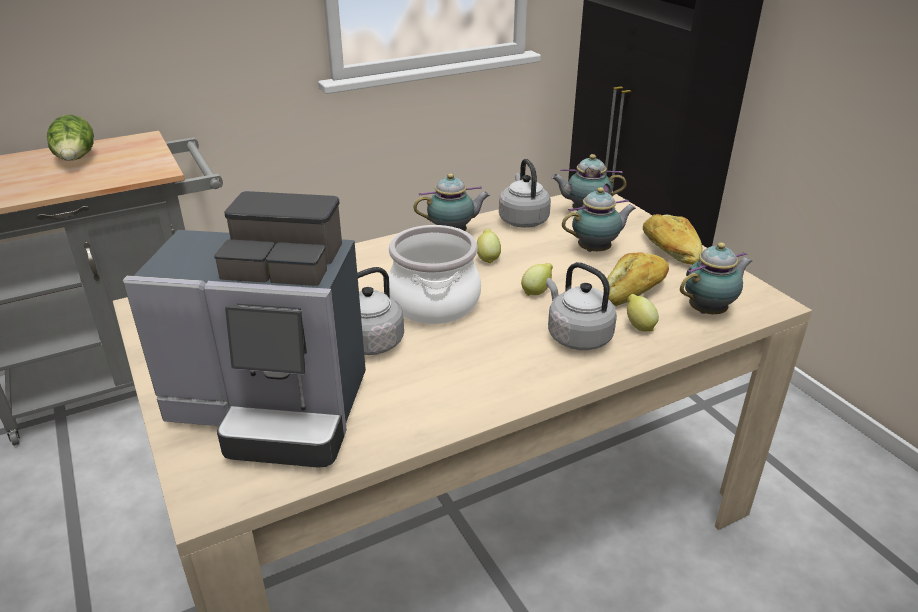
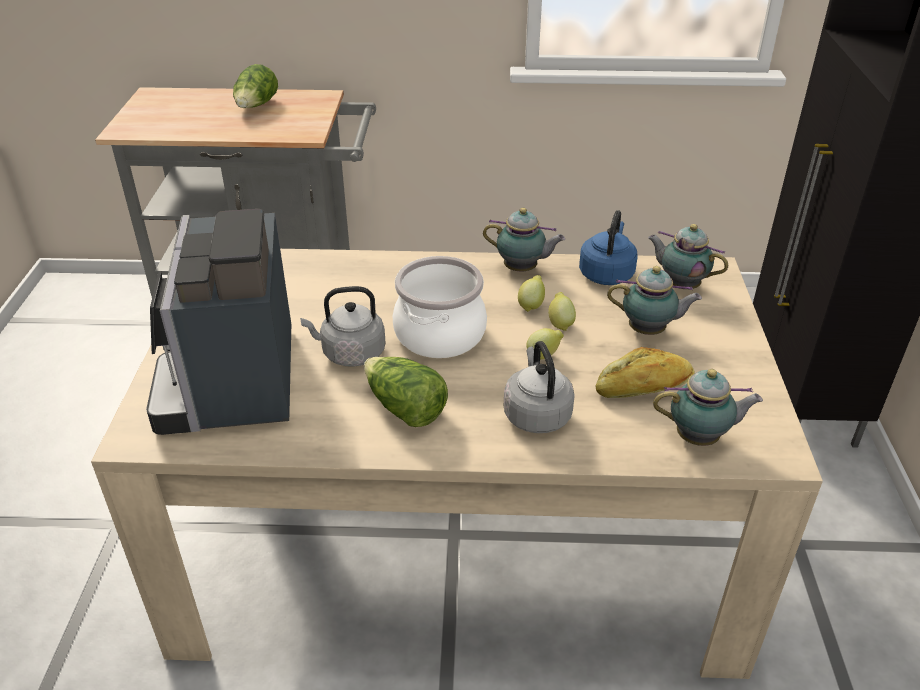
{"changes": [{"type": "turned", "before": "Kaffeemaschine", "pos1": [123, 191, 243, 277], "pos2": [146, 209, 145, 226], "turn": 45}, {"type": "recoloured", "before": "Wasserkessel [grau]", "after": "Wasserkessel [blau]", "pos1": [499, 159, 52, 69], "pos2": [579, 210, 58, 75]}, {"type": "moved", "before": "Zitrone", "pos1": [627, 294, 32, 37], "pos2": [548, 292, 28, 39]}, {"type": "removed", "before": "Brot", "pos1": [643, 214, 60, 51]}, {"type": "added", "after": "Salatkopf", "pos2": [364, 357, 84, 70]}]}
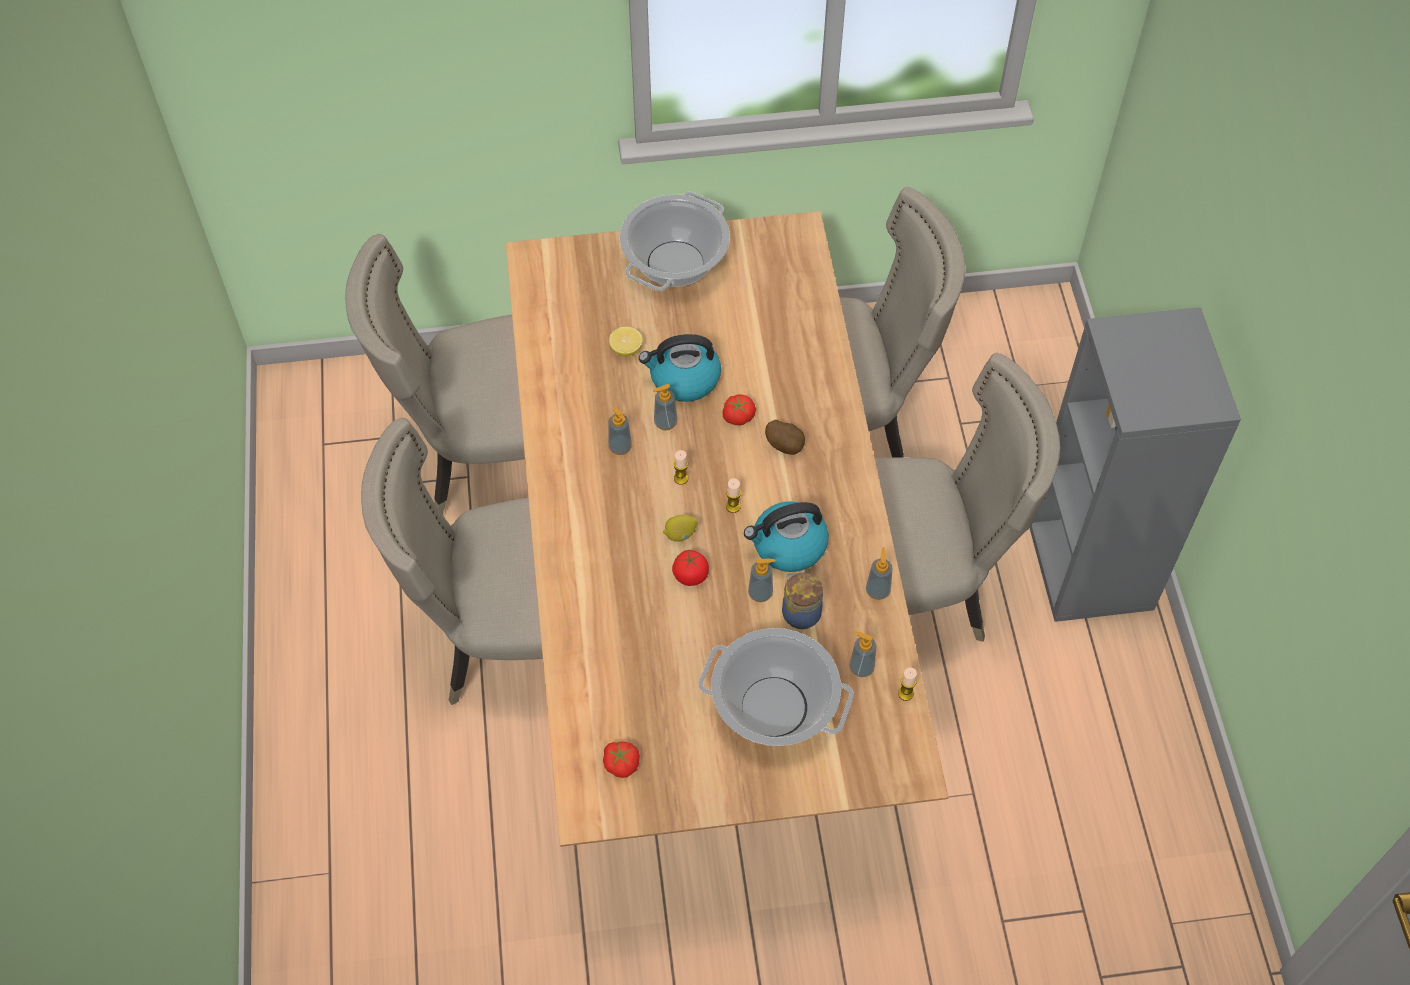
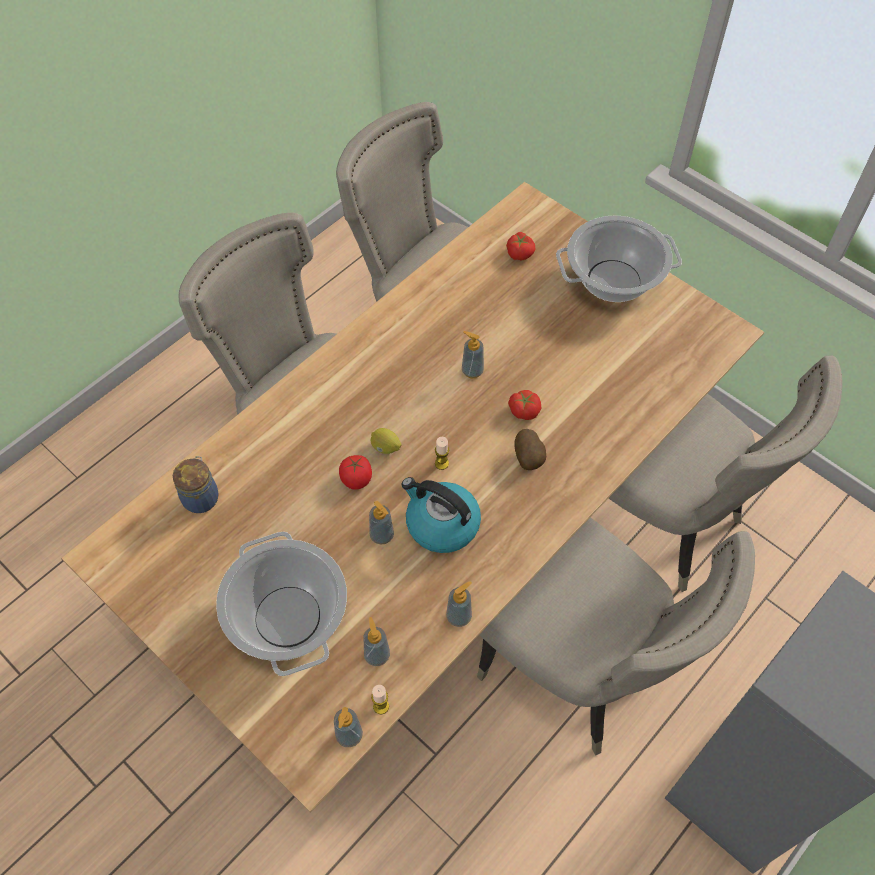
{"changes": [{"type": "moved", "before": "Tomate", "pos1": [603, 742, 37, 36], "pos2": [506, 232, 30, 29]}, {"type": "moved", "before": "Seifenspender", "pos1": [608, 408, 24, 47], "pos2": [334, 707, 29, 40]}, {"type": "removed", "before": "Zitrone", "pos1": [609, 327, 34, 30]}, {"type": "removed", "before": "Wasserkessel", "pos1": [639, 334, 82, 68]}, {"type": "removed", "before": "Kerze", "pos1": [673, 450, 15, 35]}, {"type": "moved", "before": "Vorratsglas", "pos1": [782, 572, 41, 57], "pos2": [173, 456, 46, 57]}]}
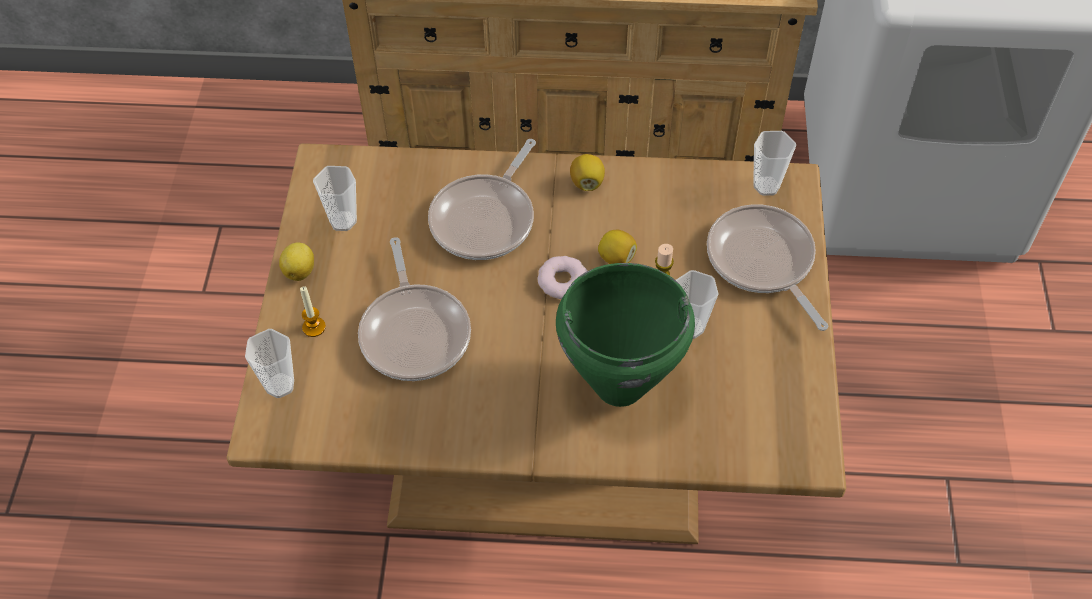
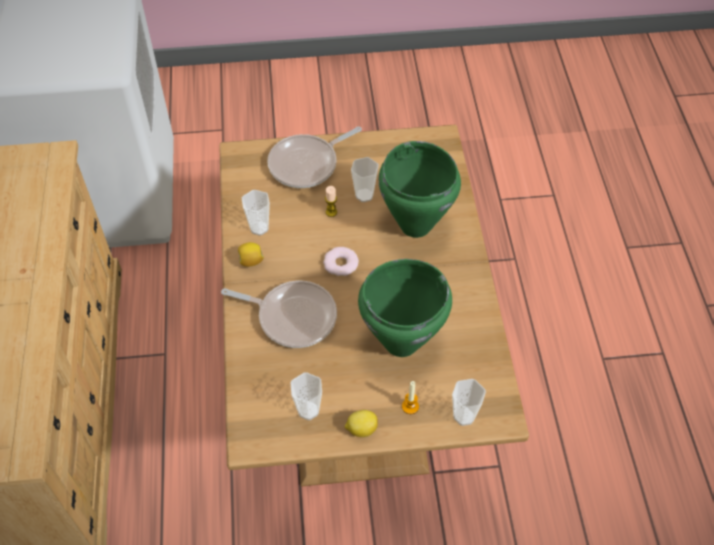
{"changes": [{"type": "replaced", "before": "Pfanne", "after": "Kochtopf [grün]", "pos1": [358, 237, 113, 144], "pos2": [358, 259, 94, 98]}, {"type": "removed", "before": "Zitrone", "pos1": [598, 230, 39, 34]}, {"type": "moved", "before": "Tasse", "pos1": [753, 131, 43, 65], "pos2": [242, 190, 28, 46]}]}
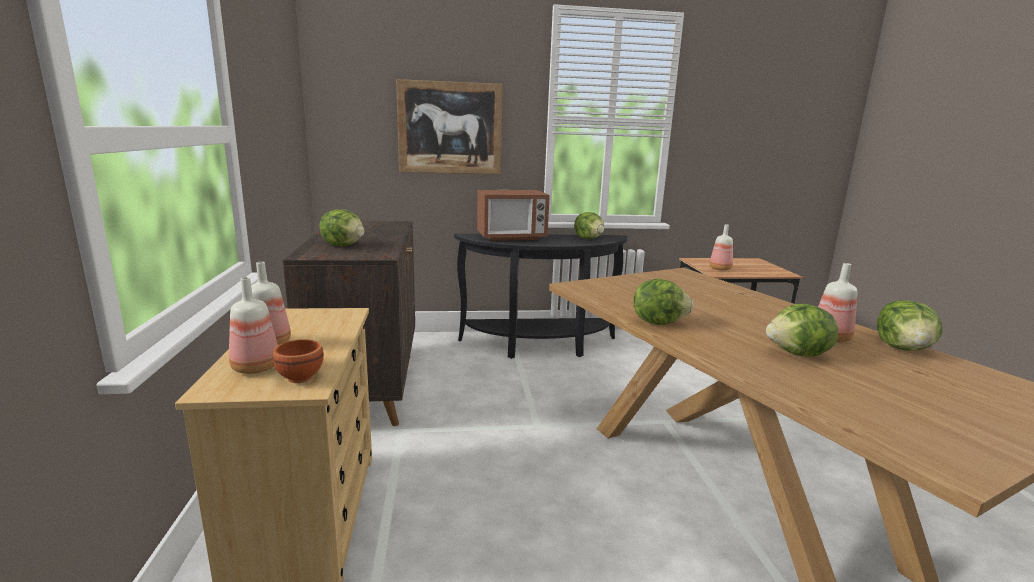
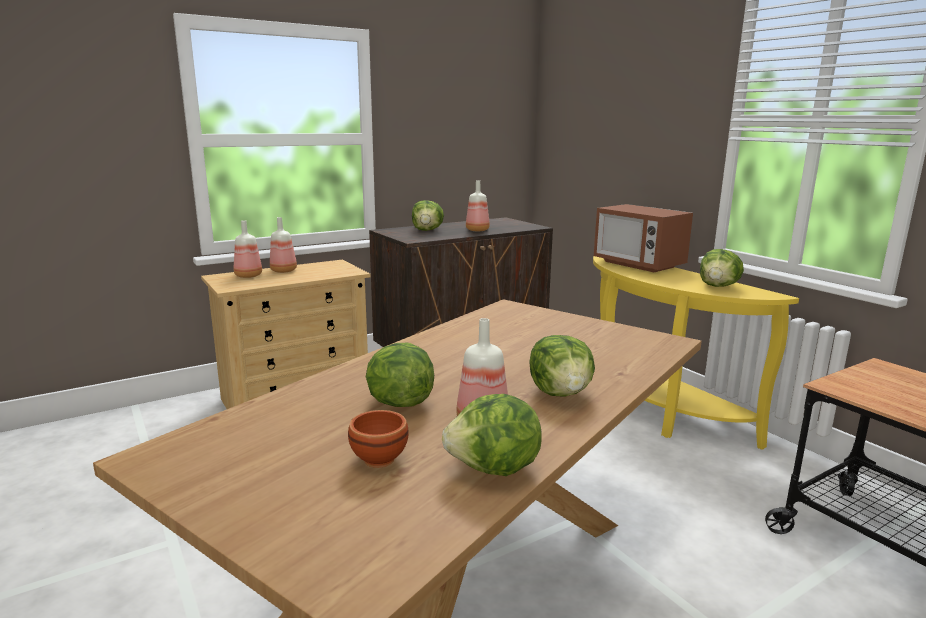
{"changes": [{"type": "moved", "before": "Schüssel [braun]", "pos1": [272, 339, 52, 44], "pos2": [348, 410, 61, 58]}, {"type": "removed", "before": "Bild", "pos1": [396, 79, 107, 96]}, {"type": "recoloured", "before": "Konsolentisch [schwarz]", "after": "Konsolentisch [gelb]", "pos1": [454, 234, 174, 125], "pos2": [593, 256, 206, 193]}, {"type": "moved", "before": "Salatkopf", "pos1": [633, 279, 61, 46], "pos2": [529, 335, 66, 62]}, {"type": "moved", "before": "Flasche", "pos1": [709, 224, 24, 47], "pos2": [466, 180, 24, 51]}]}
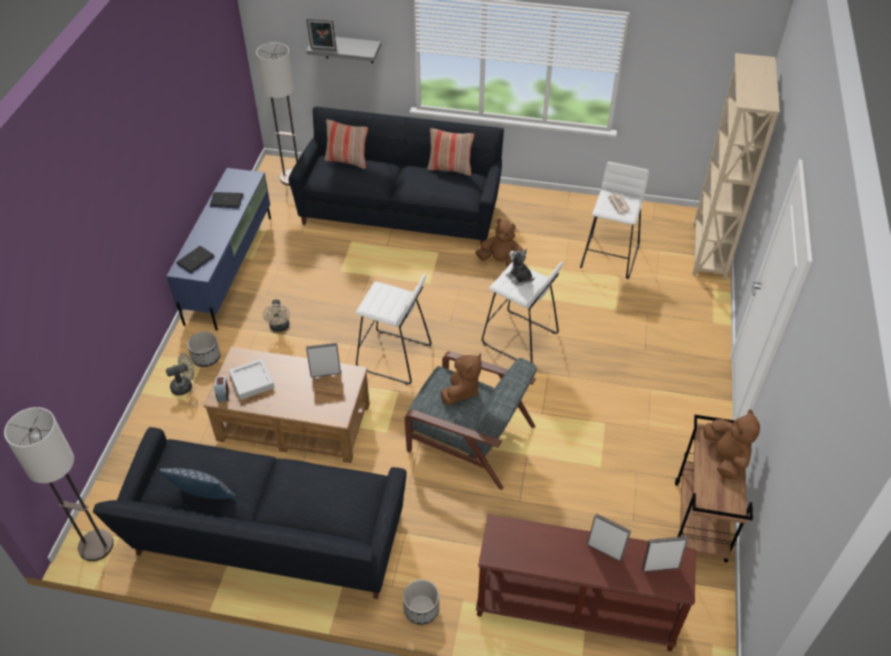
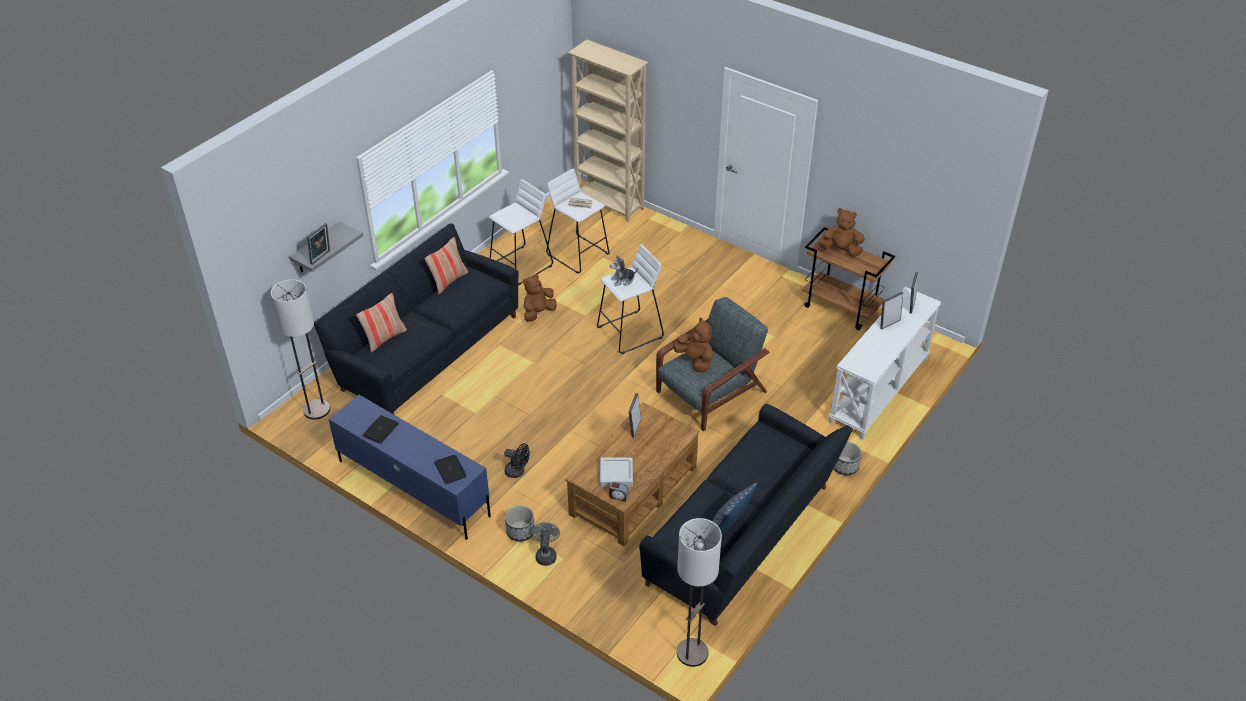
{"changes": [{"type": "recoloured", "before": "Ventilator [beige]", "after": "Ventilator [schwarz]", "pos1": [263, 299, 27, 33], "pos2": [504, 443, 26, 35]}, {"type": "moved", "before": "Hocker [weiß]", "pos1": [355, 275, 76, 110], "pos2": [489, 179, 64, 106]}, {"type": "recoloured", "before": "Konsolentisch [braun]", "after": "Konsolentisch [weiß]", "pos1": [476, 514, 220, 137], "pos2": [829, 287, 112, 153]}]}
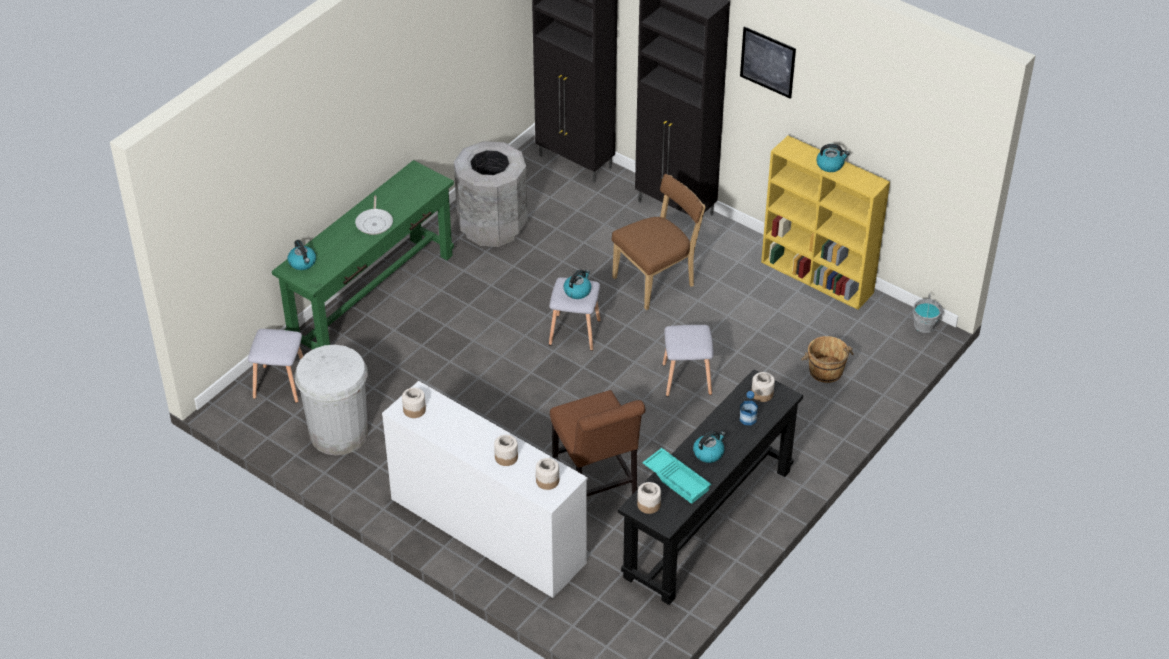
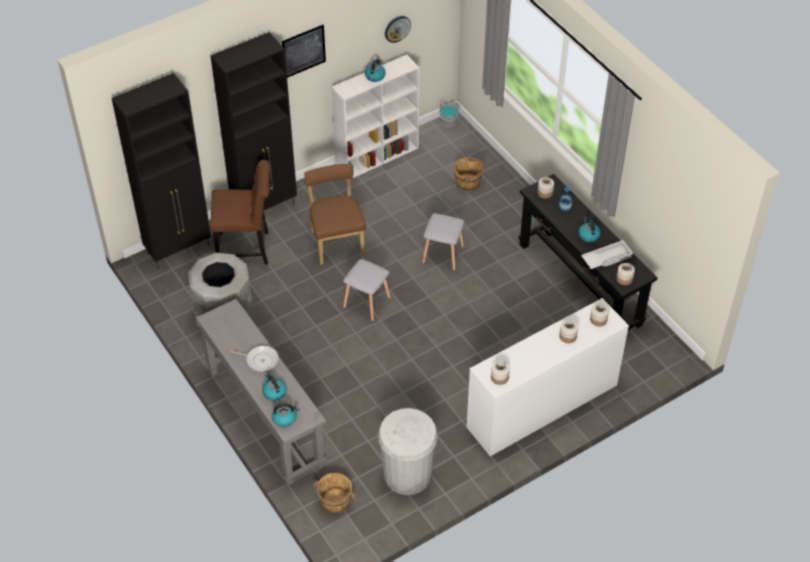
{"changes": [{"type": "replaced", "before": "Hocker [grau]", "after": "Eimer [braun]", "pos1": [248, 329, 55, 74], "pos2": [313, 473, 43, 41]}, {"type": "recoloured", "before": "Konsolentisch [grün]", "after": "Konsolentisch [grau]", "pos1": [272, 160, 182, 190], "pos2": [196, 299, 130, 187]}, {"type": "moved", "before": "Stuhl [braun]", "pos1": [550, 390, 95, 106], "pos2": [210, 160, 60, 105]}, {"type": "moved", "before": "Wasserkessel", "pos1": [563, 270, 28, 29], "pos2": [262, 373, 25, 28]}, {"type": "recoloured", "before": "Tablett [türkis]", "after": "Tablett [weiß]", "pos1": [642, 448, 69, 56], "pos2": [581, 240, 52, 29]}, {"type": "recoloured", "before": "Bücherregal [gelb]", "after": "Bücherregal [weiß]", "pos1": [761, 135, 129, 175], "pos2": [331, 55, 88, 125]}, {"type": "added", "after": "Wanduhr", "pos2": [385, 16, 26, 27]}]}
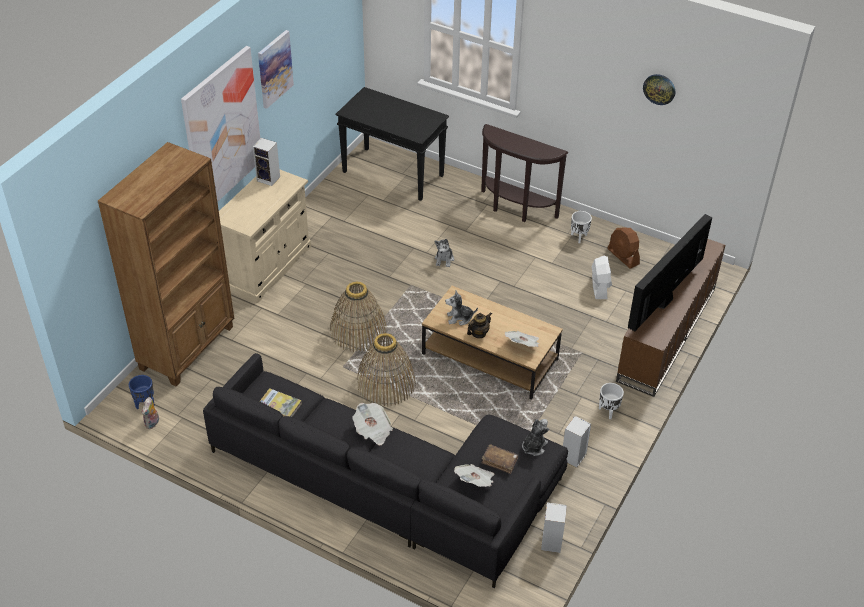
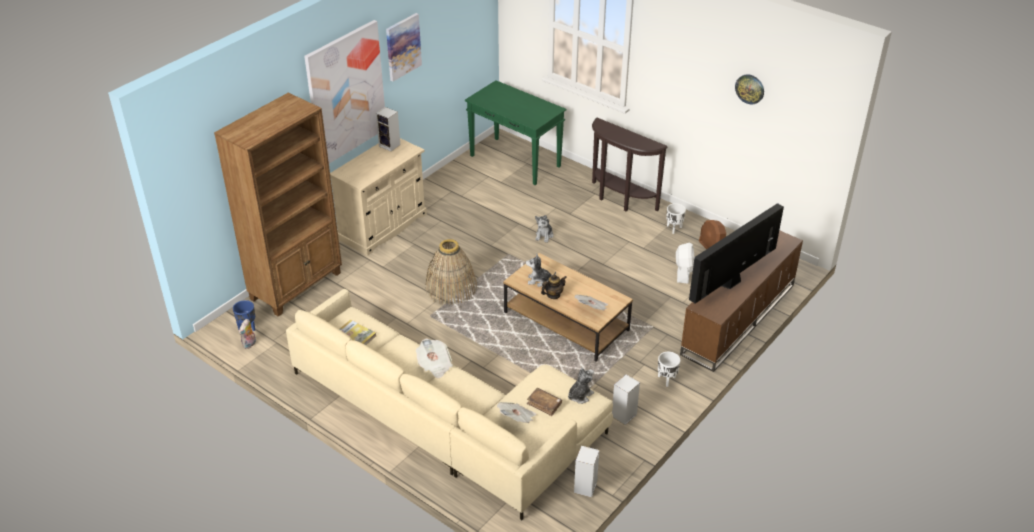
{"changes": [{"type": "recoloured", "before": "Sofa [schwarz]", "after": "Sofa [beige]", "pos1": [203, 353, 365, 235], "pos2": [286, 289, 327, 231]}, {"type": "recoloured", "before": "Konsolentisch [schwarz]", "after": "Konsolentisch [grün]", "pos1": [336, 87, 113, 114], "pos2": [465, 80, 101, 105]}, {"type": "removed", "before": "Korb", "pos1": [357, 333, 59, 73]}]}
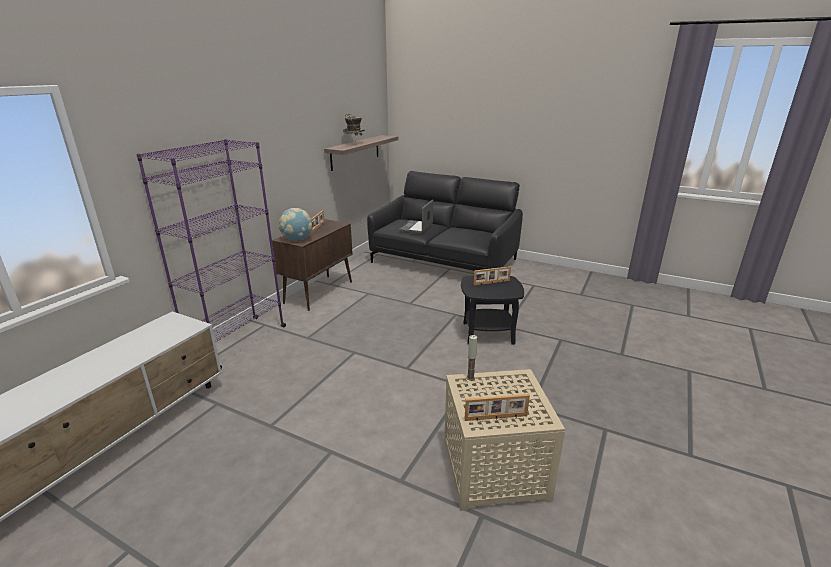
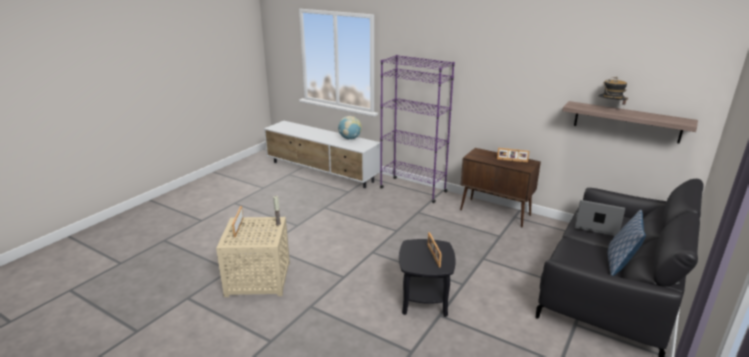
{"changes": [{"type": "moved", "before": "Globus", "pos1": [279, 208, 33, 34], "pos2": [338, 116, 24, 24]}, {"type": "added", "after": "Kissen", "pos2": [608, 210, 38, 66]}]}
